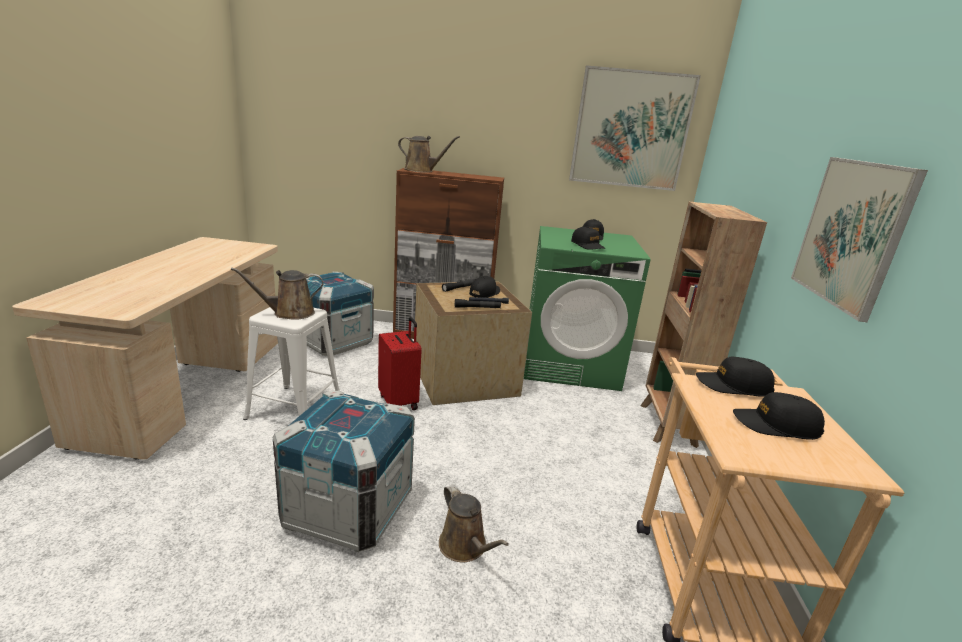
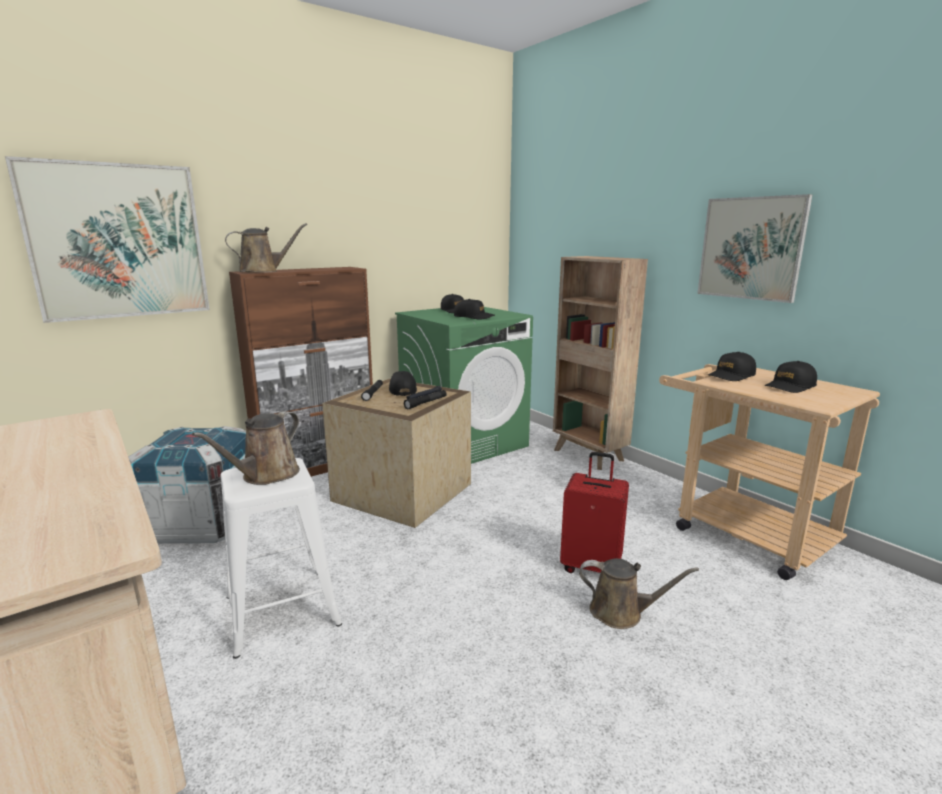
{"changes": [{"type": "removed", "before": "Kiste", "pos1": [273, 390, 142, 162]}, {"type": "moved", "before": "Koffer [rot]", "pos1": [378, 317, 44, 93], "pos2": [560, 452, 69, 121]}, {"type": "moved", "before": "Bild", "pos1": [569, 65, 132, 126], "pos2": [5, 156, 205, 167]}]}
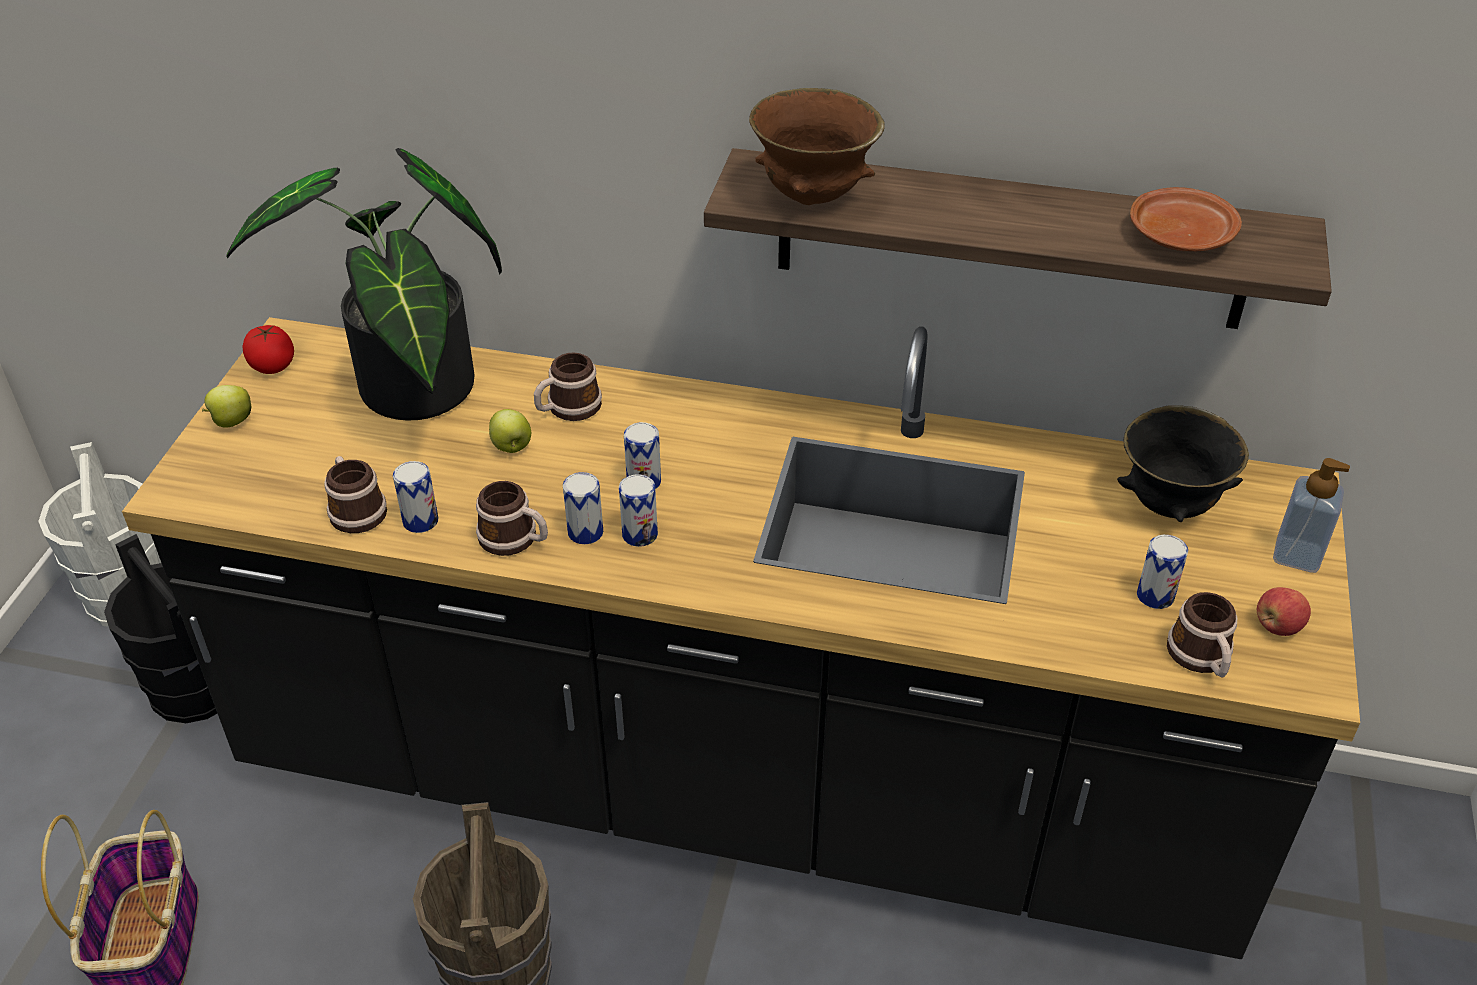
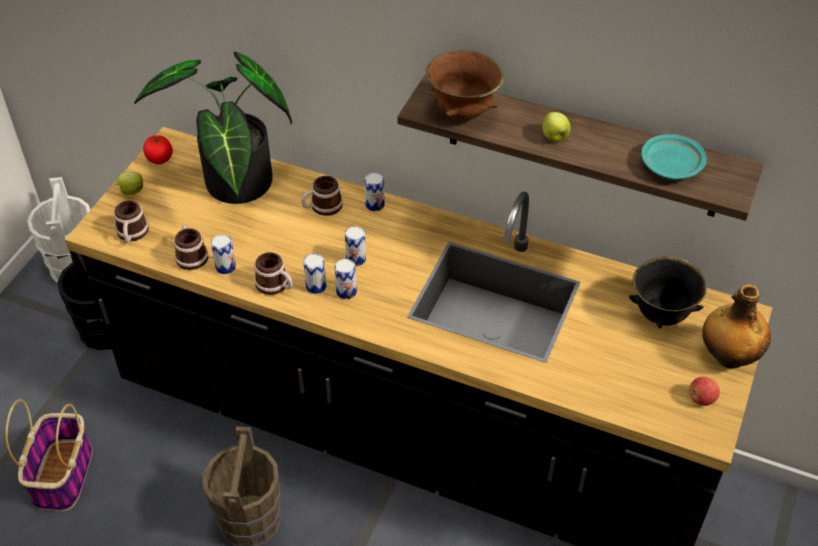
{"changes": [{"type": "moved", "before": "Apfel", "pos1": [489, 409, 42, 44], "pos2": [542, 112, 29, 30]}, {"type": "recoloured", "before": "Teller [braun]", "after": "Teller [türkis]", "pos1": [1130, 187, 112, 64], "pos2": [641, 134, 66, 45]}, {"type": "moved", "before": "Dose", "pos1": [1137, 535, 51, 74], "pos2": [364, 173, 21, 38]}, {"type": "moved", "before": "Henkelbecher", "pos1": [1167, 592, 71, 85], "pos2": [114, 200, 35, 43]}, {"type": "replaced", "before": "Seifenspender", "after": "Flasche", "pos1": [1273, 458, 77, 115], "pos2": [702, 284, 69, 85]}]}
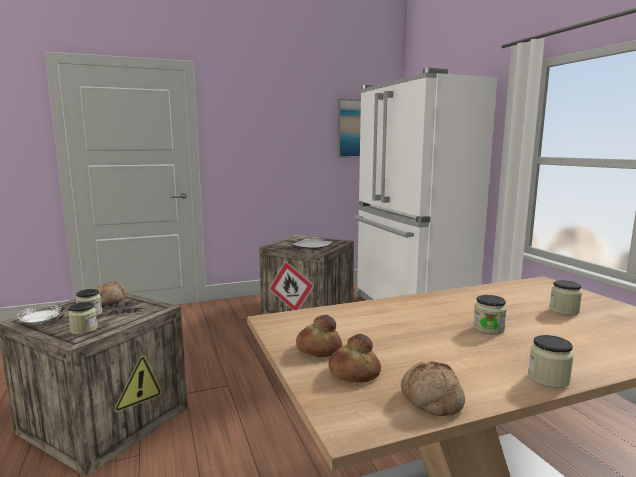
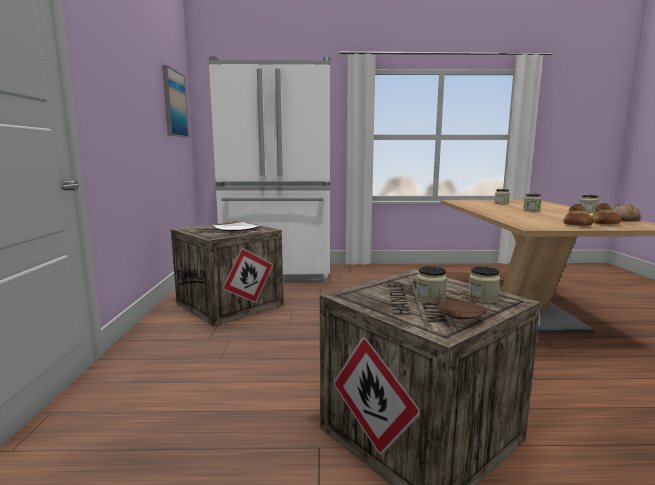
{"changes": [{"type": "recoloured", "before": "Teller [weiß]", "after": "Teller [braun]", "pos1": [17, 305, 44, 19], "pos2": [434, 294, 56, 26]}, {"type": "removed", "before": "Brot", "pos1": [96, 282, 31, 23]}]}
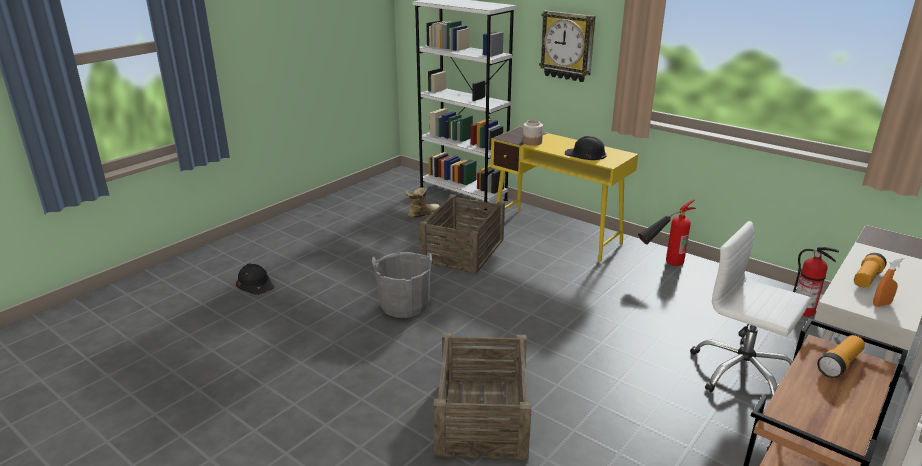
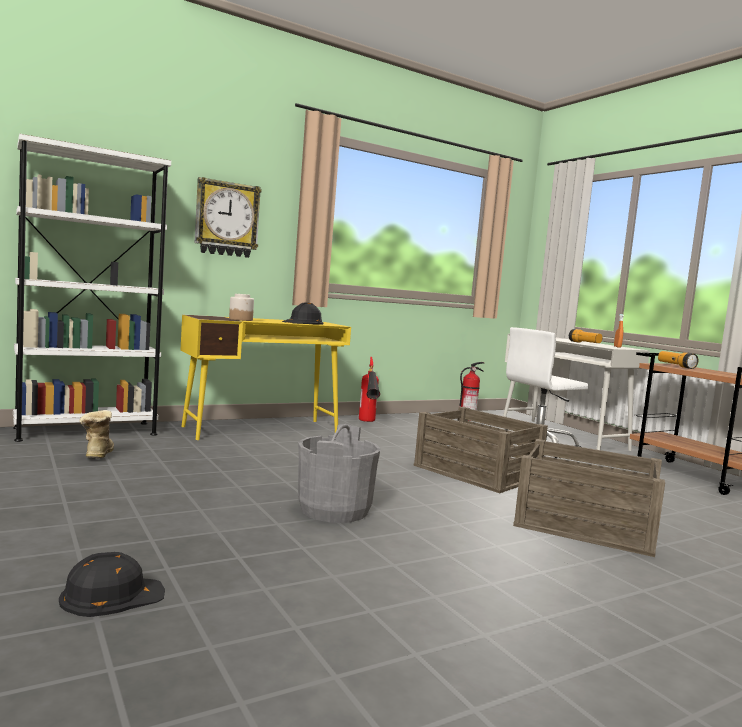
{"changes": [{"type": "moved", "before": "Kiste", "pos1": [418, 194, 87, 80], "pos2": [414, 407, 134, 86]}]}
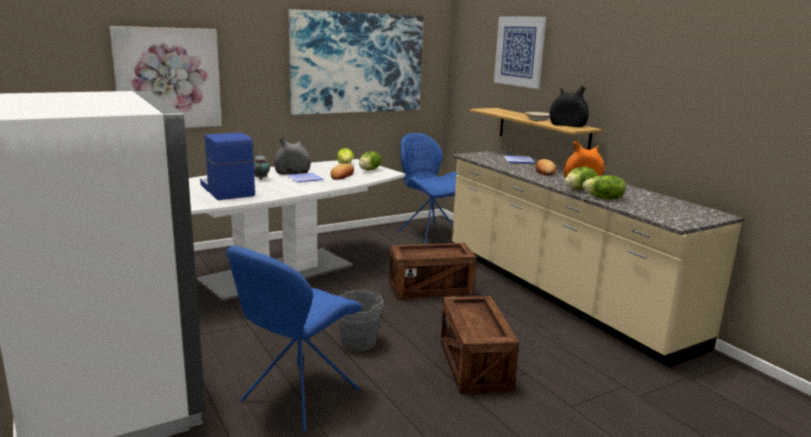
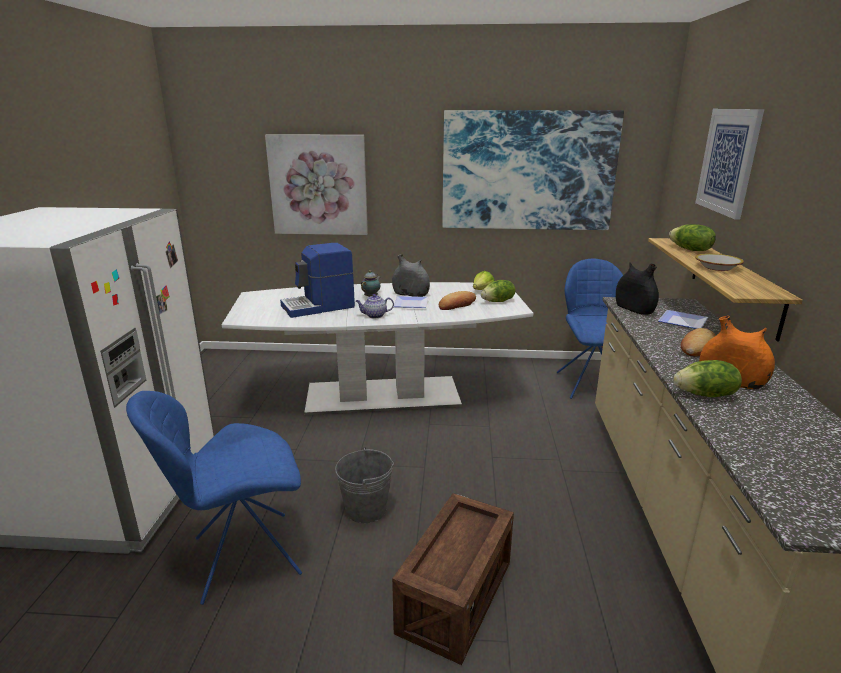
{"changes": [{"type": "turned", "before": "Kaffeemaschine", "pos1": [200, 133, 55, 67], "pos2": [280, 243, 75, 75], "turn": -120}, {"type": "removed", "before": "Kiste", "pos1": [389, 243, 87, 56]}, {"type": "moved", "before": "Vase [schwarz]", "pos1": [550, 86, 39, 41], "pos2": [616, 263, 43, 52]}, {"type": "moved", "before": "Salatkopf", "pos1": [582, 175, 44, 24], "pos2": [669, 224, 47, 27]}, {"type": "added", "after": "Teekanne", "pos2": [356, 294, 38, 24]}]}
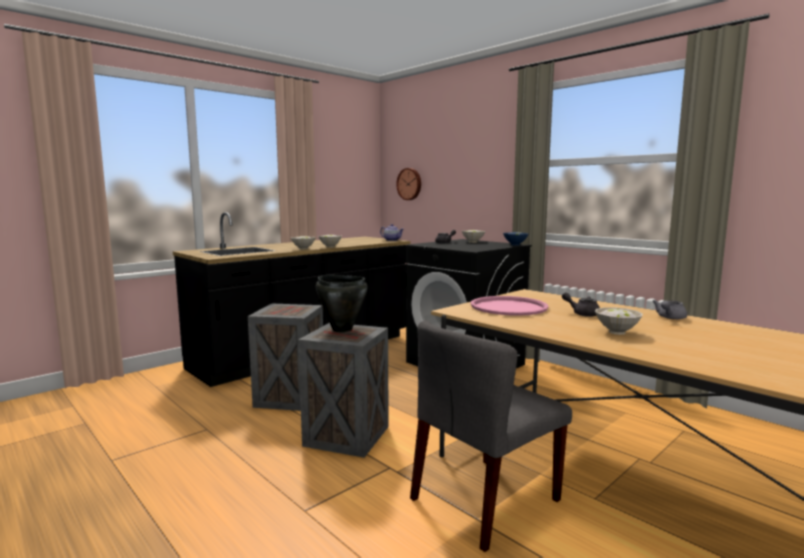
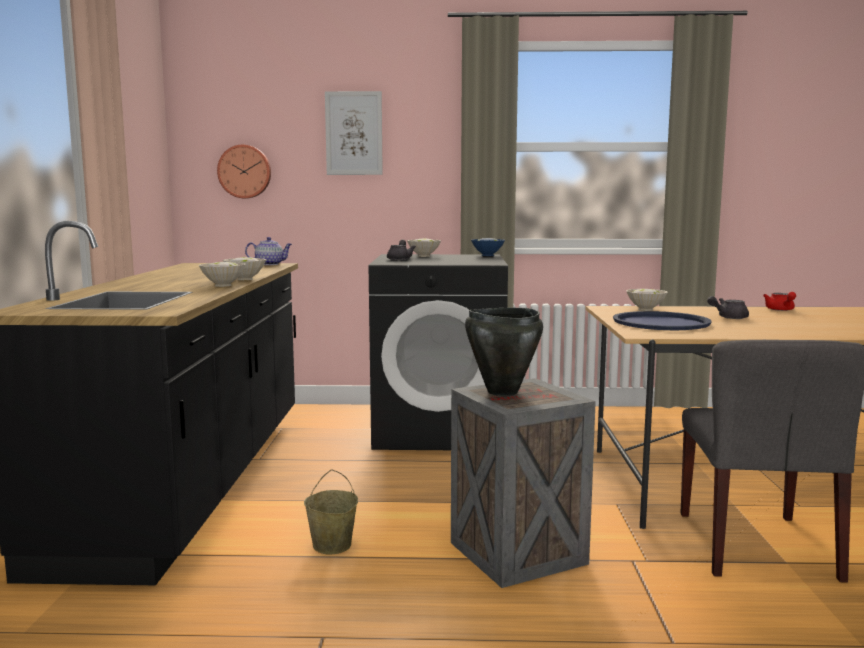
{"changes": [{"type": "replaced", "before": "Kiste", "after": "Eimer [beige]", "pos1": [248, 303, 75, 108], "pos2": [304, 469, 54, 86]}, {"type": "recoloured", "before": "Tablett [rosa]", "after": "Tablett [blau]", "pos1": [470, 296, 79, 20], "pos2": [613, 311, 98, 19]}, {"type": "moved", "before": "Schüssel [weiß]", "pos1": [595, 307, 48, 28], "pos2": [626, 289, 42, 22]}, {"type": "recoloured", "before": "Teekanne [grau]", "after": "Teekanne [rot]", "pos1": [652, 300, 35, 19], "pos2": [763, 292, 33, 19]}, {"type": "added", "after": "Bild", "pos2": [325, 91, 58, 84]}]}
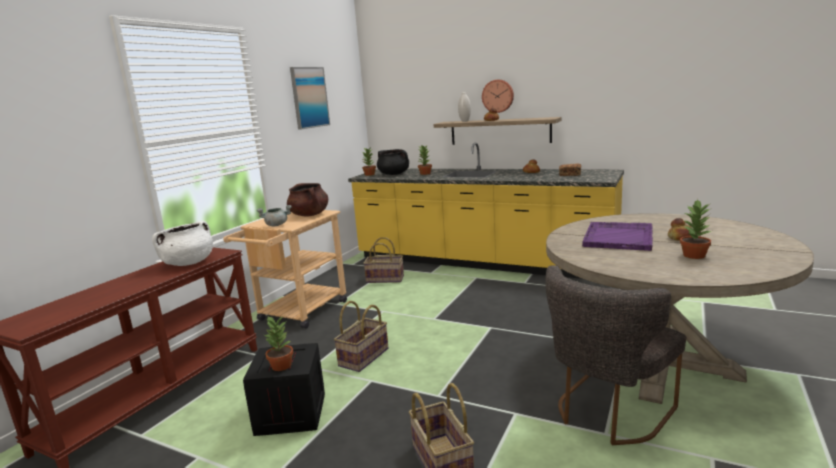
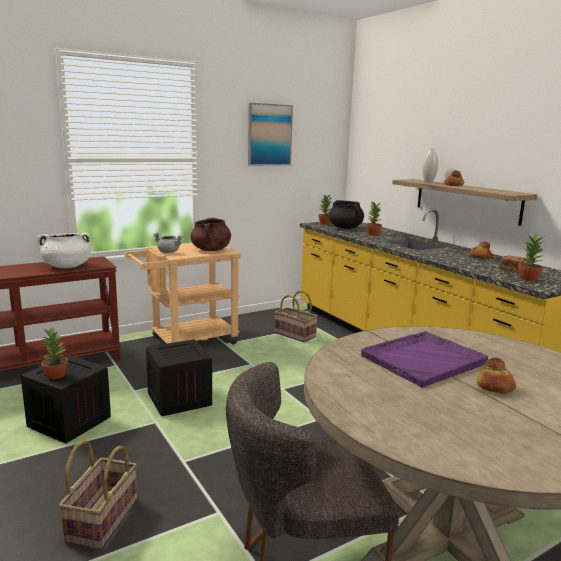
{"changes": [{"type": "replaced", "before": "Korb", "after": "Kiste", "pos1": [334, 301, 55, 71], "pos2": [146, 339, 66, 77]}, {"type": "removed", "before": "Wanduhr", "pos1": [482, 80, 32, 33]}, {"type": "moved", "before": "Topfpflanze", "pos1": [680, 199, 31, 60], "pos2": [518, 233, 26, 48]}]}
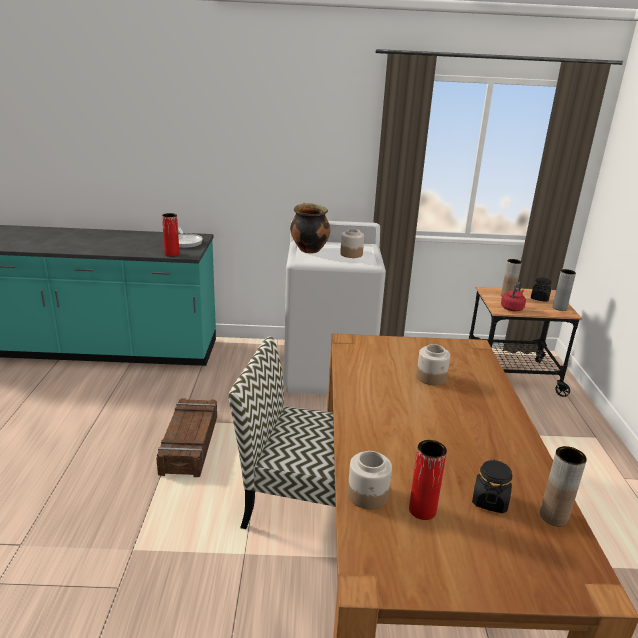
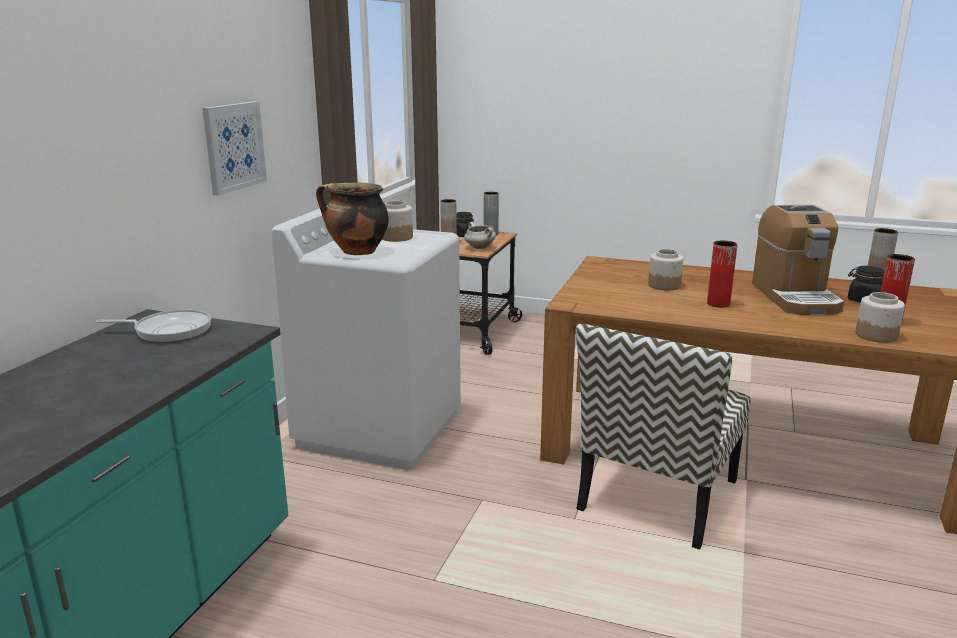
{"changes": [{"type": "removed", "before": "Kiste", "pos1": [156, 398, 61, 79]}, {"type": "moved", "before": "Vase [rot]", "pos1": [162, 213, 17, 44], "pos2": [707, 241, 30, 67]}, {"type": "replaced", "before": "Wasserkessel [rot]", "after": "Kochtopf [weiß]", "pos1": [501, 282, 25, 29], "pos2": [464, 222, 32, 27]}, {"type": "added", "after": "Bild", "pos2": [203, 101, 64, 94]}, {"type": "added", "after": "Kaffeemaschine", "pos2": [752, 205, 92, 110]}]}
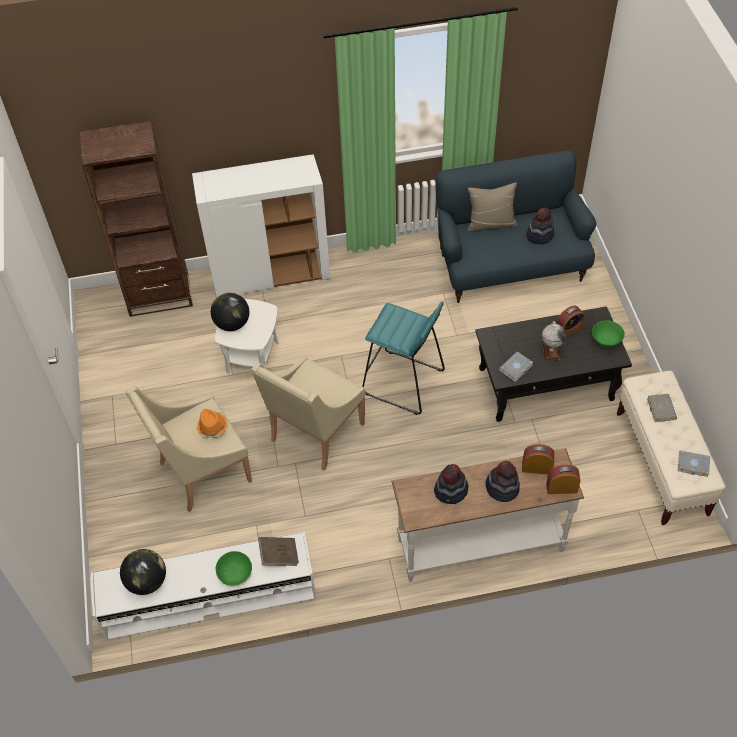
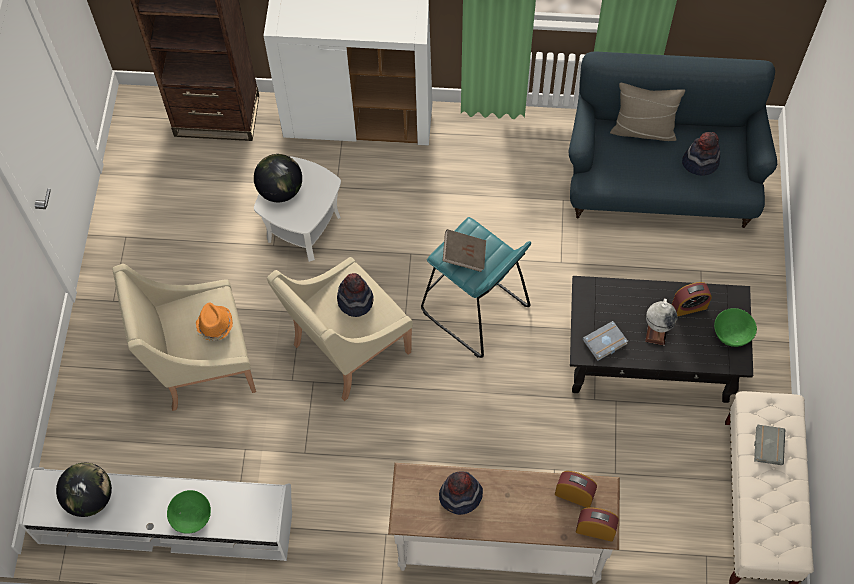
{"changes": [{"type": "moved", "before": "Buch [braun]", "pos1": [258, 537, 41, 29], "pos2": [443, 229, 43, 43]}, {"type": "moved", "before": "Hut", "pos1": [486, 461, 34, 41], "pos2": [337, 273, 37, 44]}, {"type": "removed", "before": "Buch [grau]", "pos1": [678, 451, 32, 26]}]}
